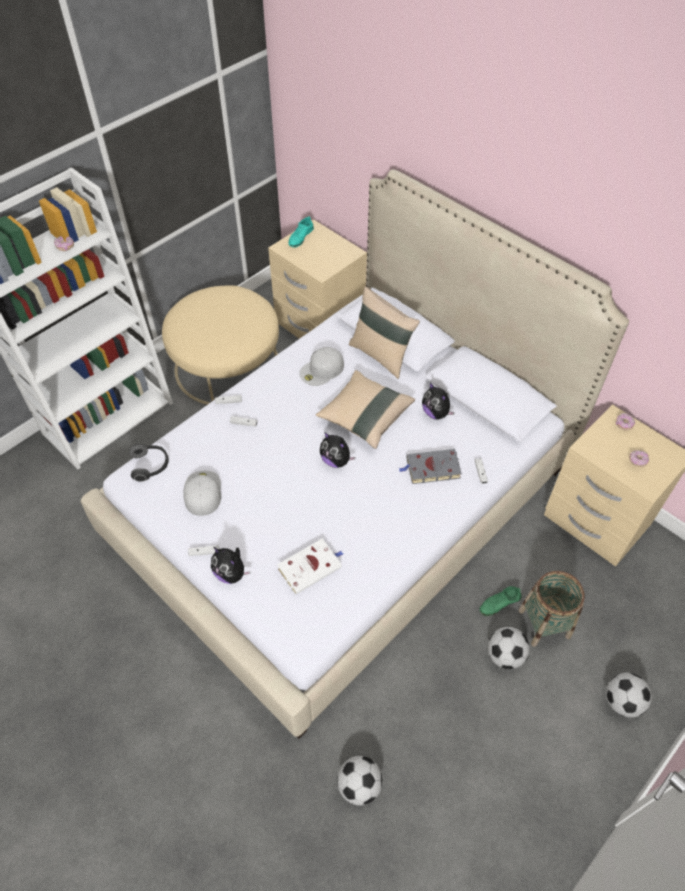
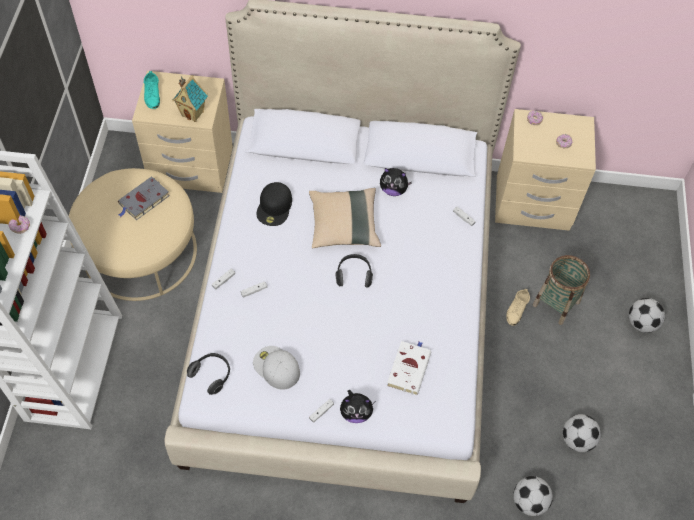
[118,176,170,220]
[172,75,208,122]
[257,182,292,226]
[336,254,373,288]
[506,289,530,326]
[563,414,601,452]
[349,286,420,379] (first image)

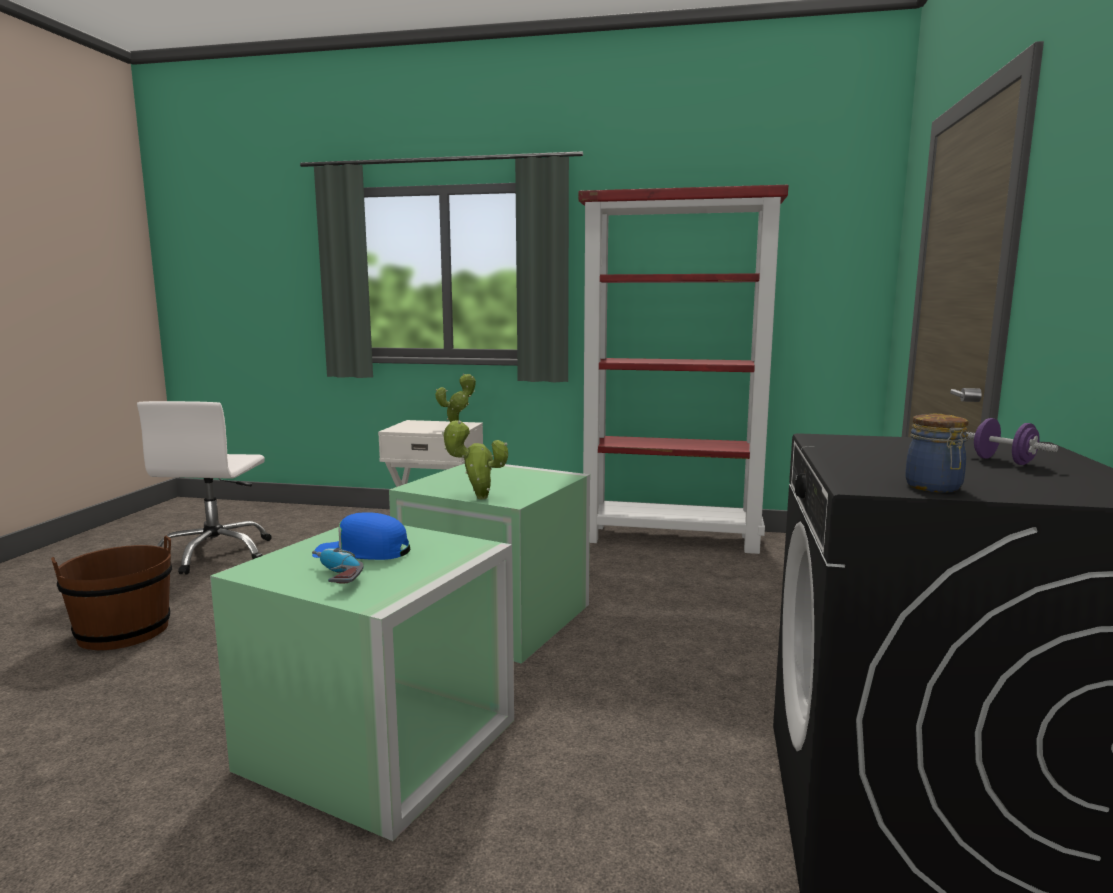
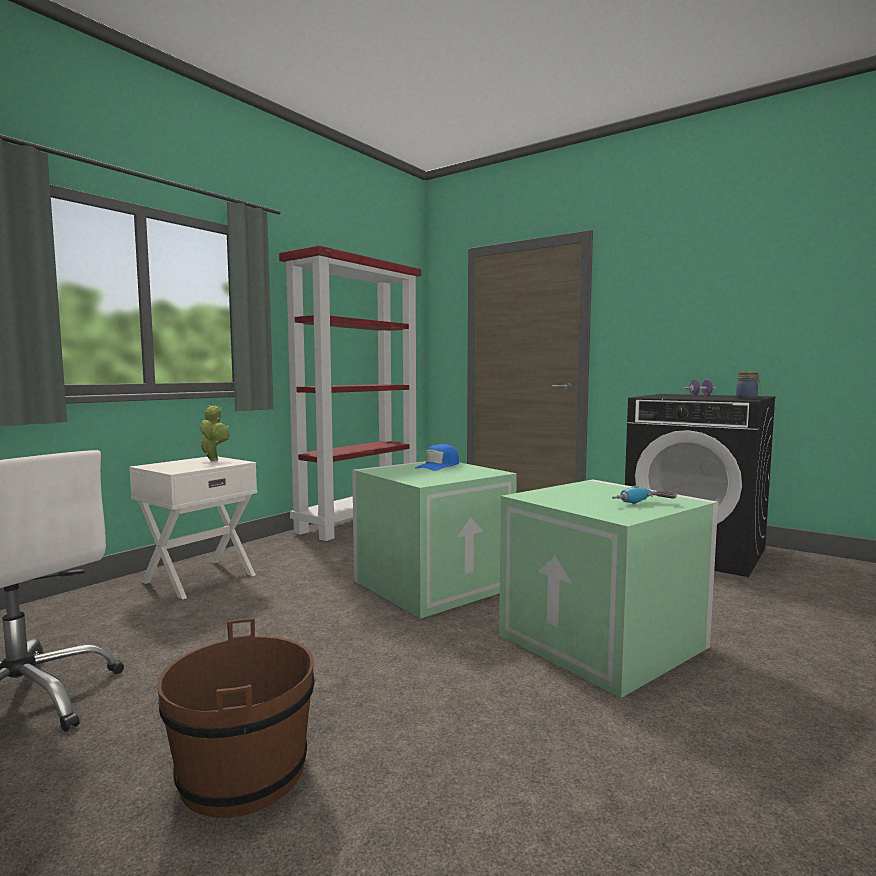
[415,444,459,471]
[442,420,508,499] (first image)

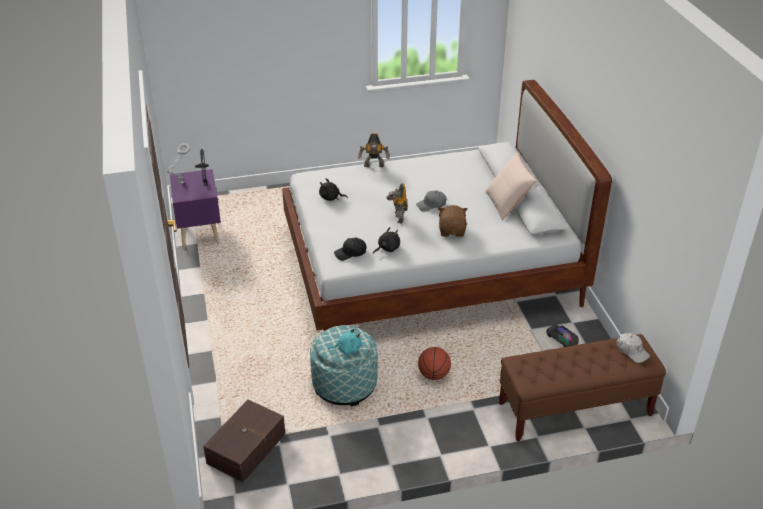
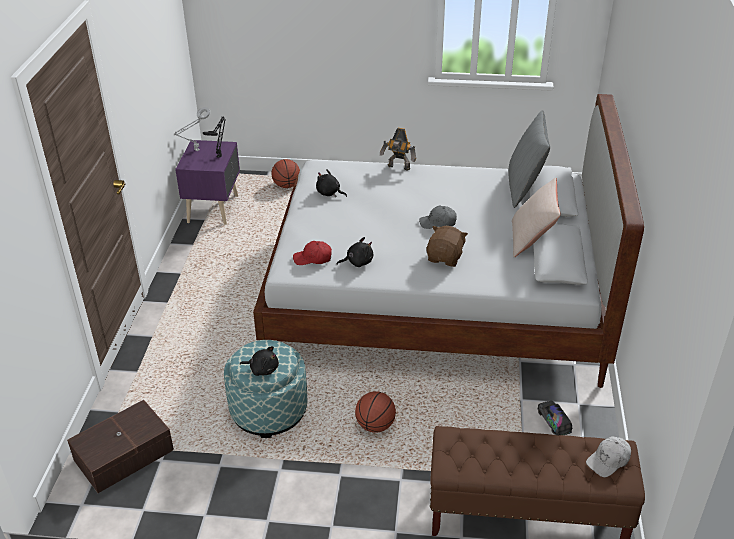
[240,346,279,376]
[271,159,300,188]
[293,241,332,265]
[508,110,550,208]
[586,436,631,477]
[386,183,408,224] (first image)

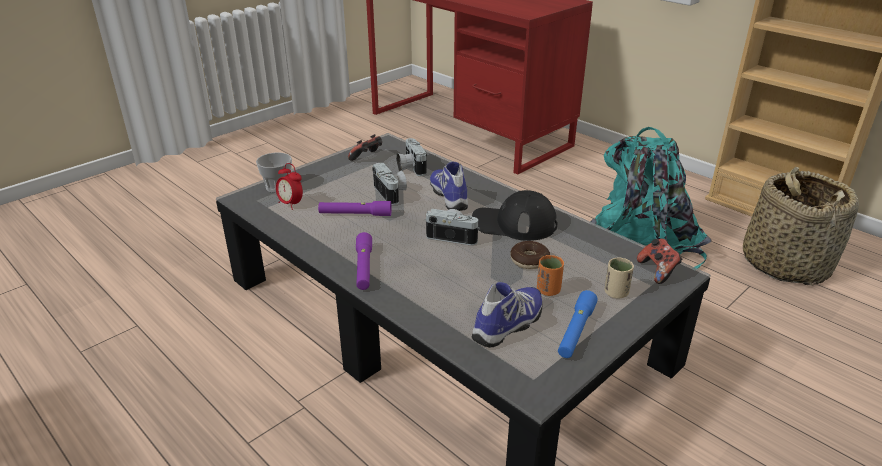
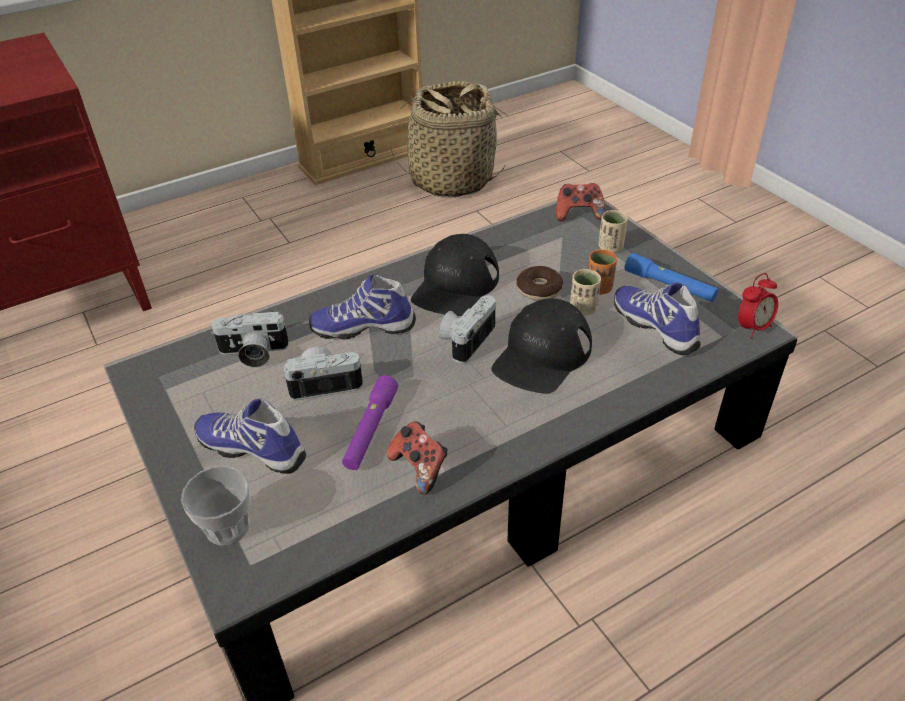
[194,398,306,474]
[386,421,448,495]
[491,298,592,394]
[570,269,601,316]
[738,273,778,339]
[356,232,372,290] (first image)
[591,127,712,269] (first image)

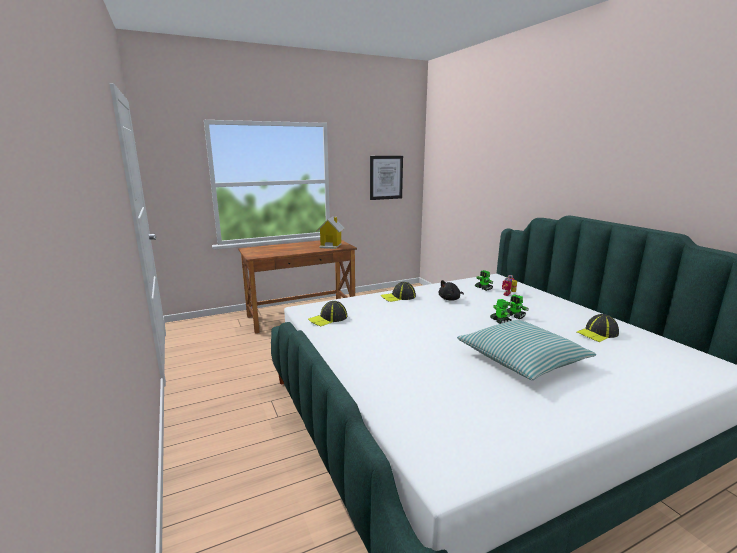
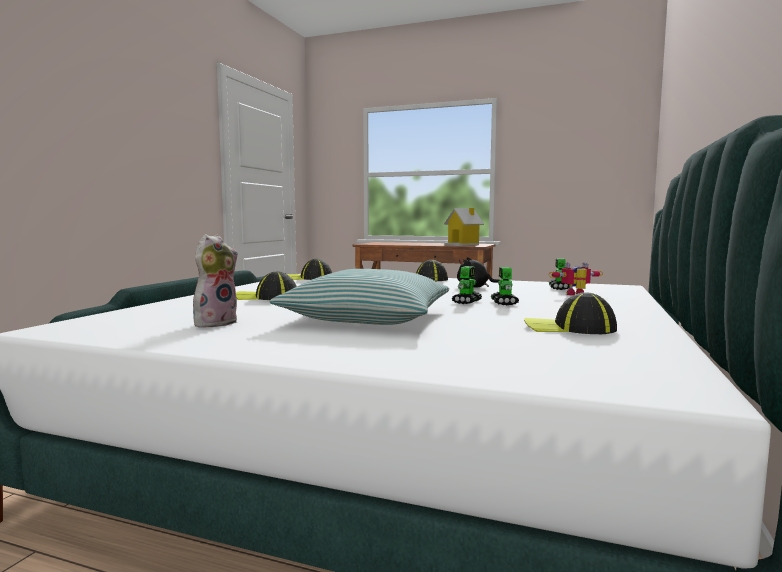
[193,234,238,328]
[236,272,297,300]
[370,156,403,200] (first image)

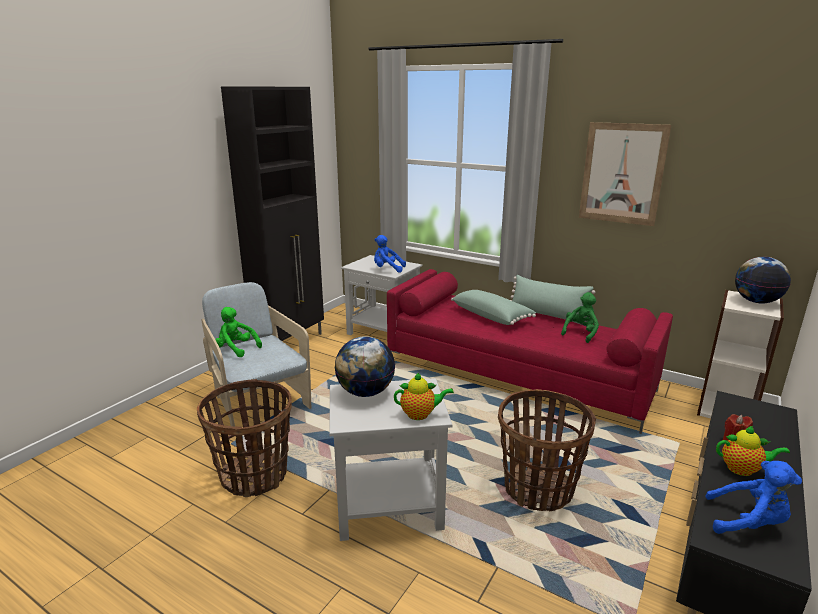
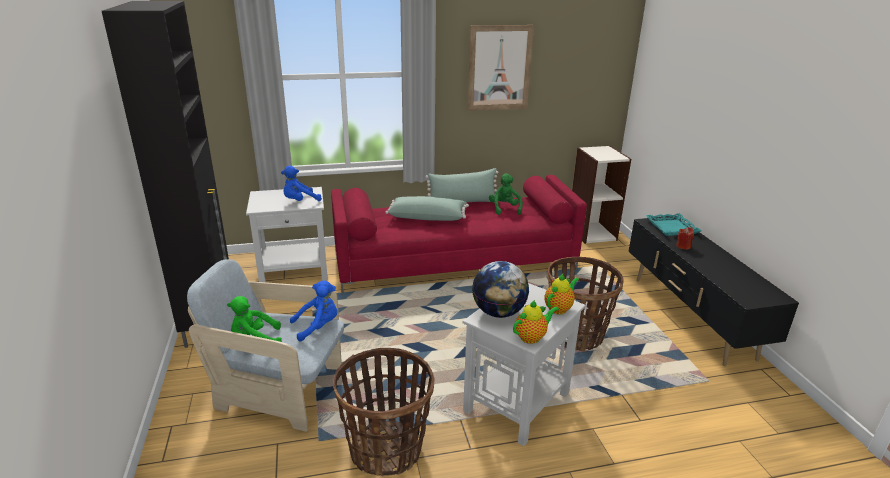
[290,280,338,342]
[513,300,559,344]
[646,213,701,236]
[735,257,791,304] (first image)

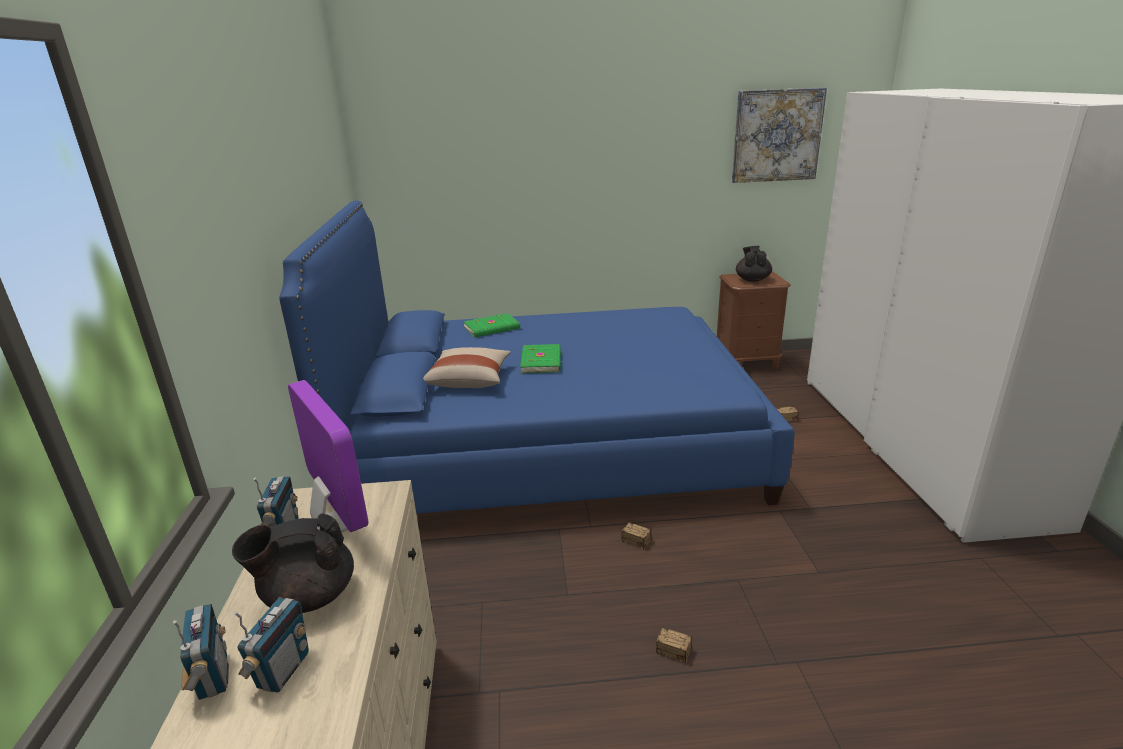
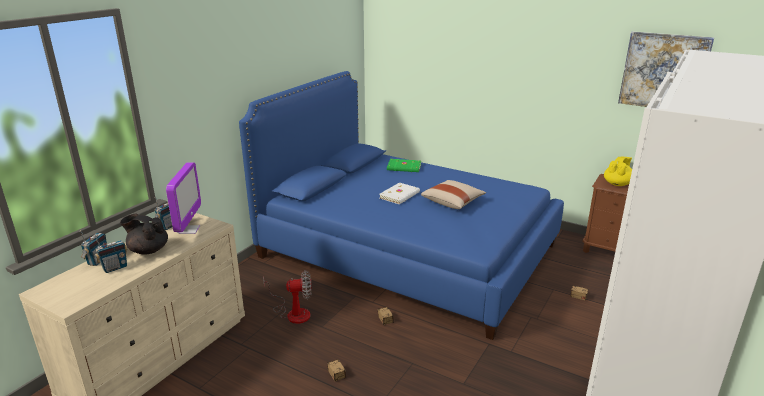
[263,270,312,324]
[379,182,420,204]
[421,180,486,209]
[604,157,632,186]

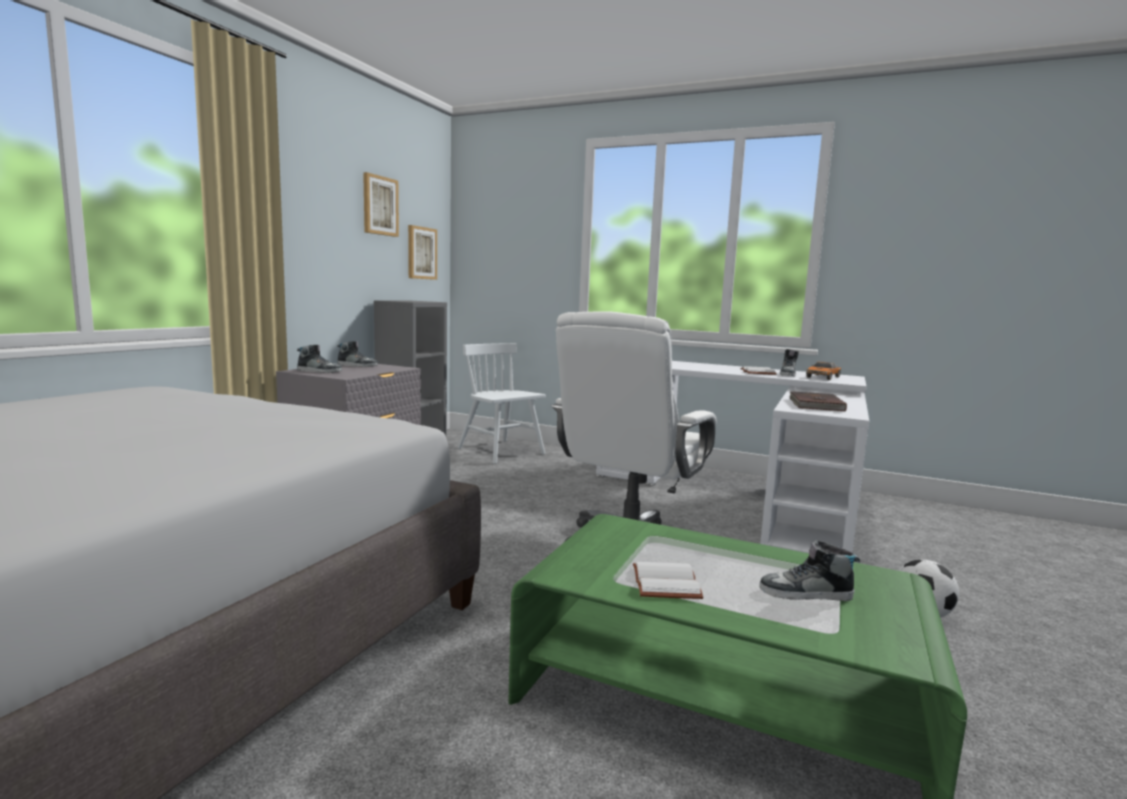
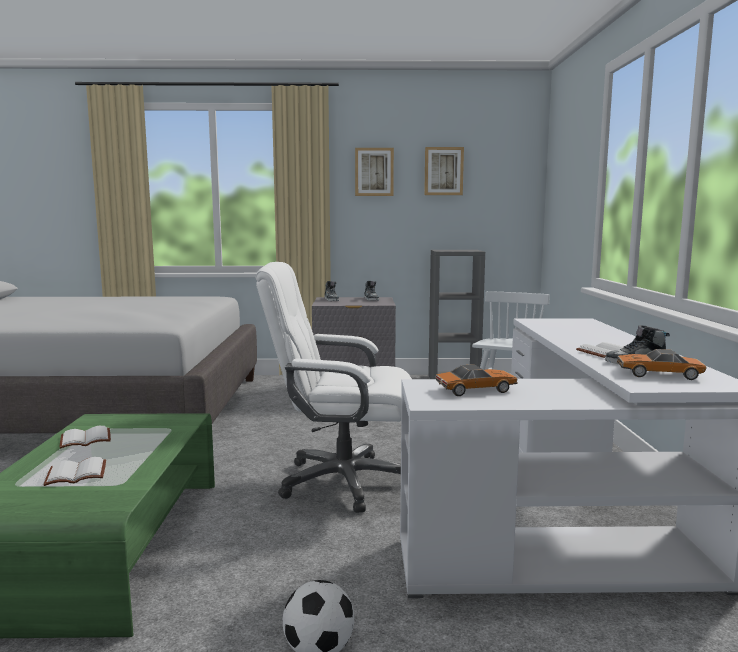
[43,457,106,486]
[355,148,394,196]
[435,364,518,396]

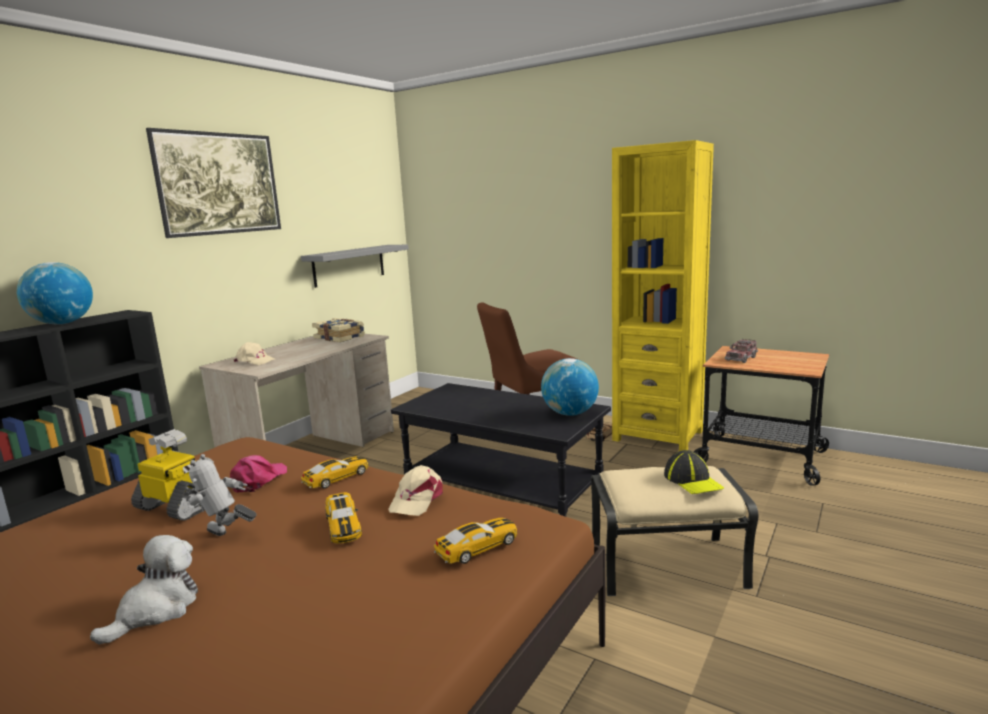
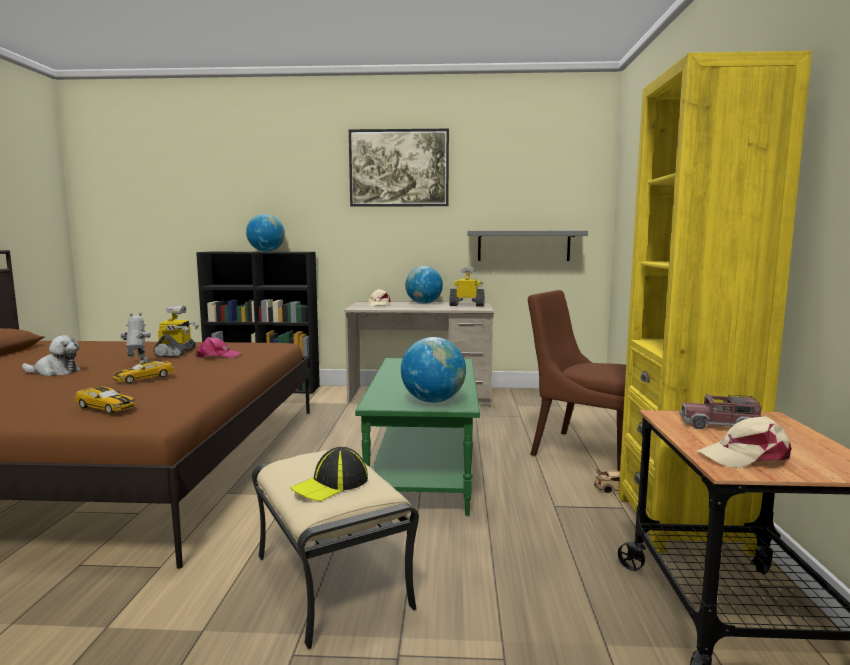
[355,358,480,516]
[405,266,443,304]
[449,267,485,307]
[697,416,792,468]
[301,456,368,489] (first image)

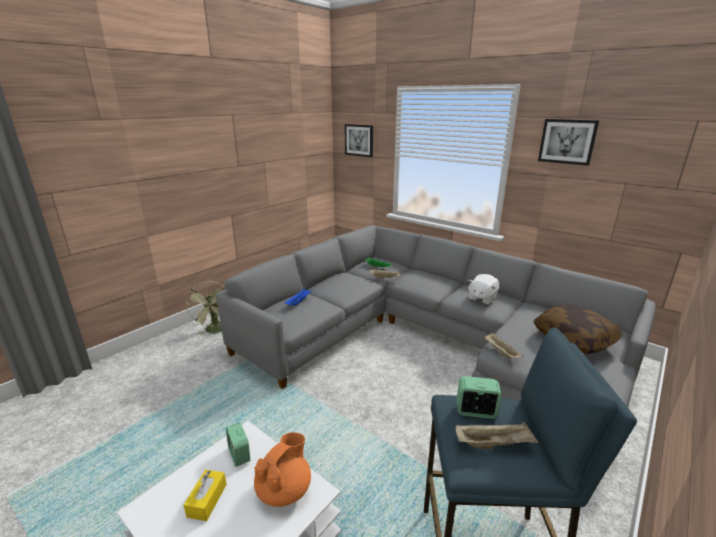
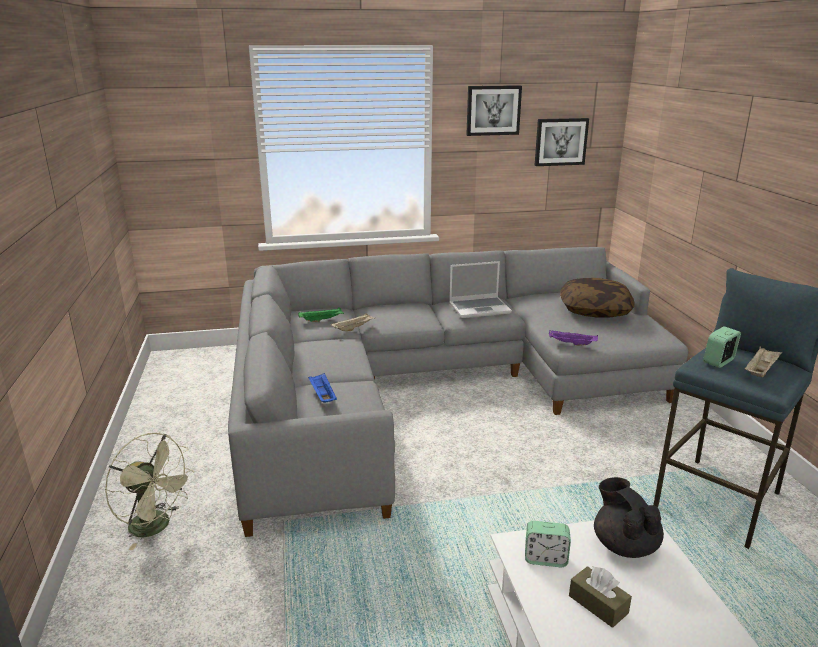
[449,261,512,318]
[534,118,589,166]
[549,330,598,346]
[569,566,632,628]
[594,477,664,558]

